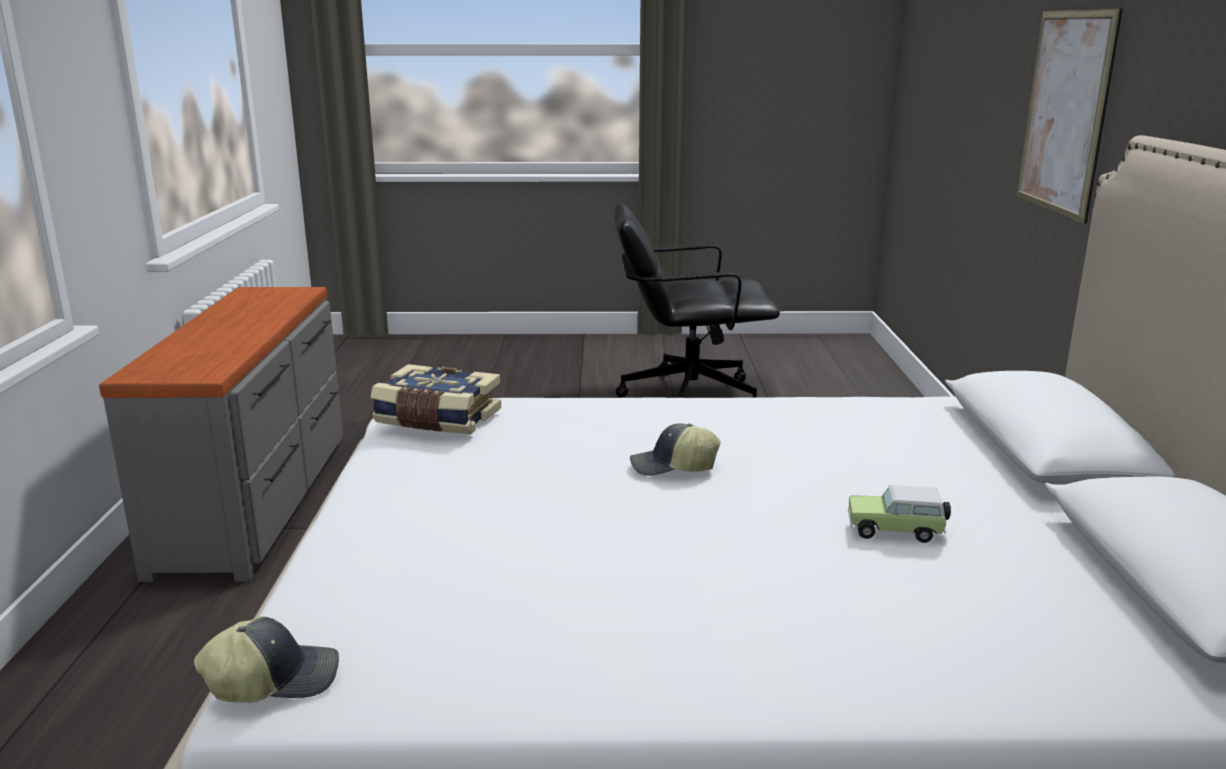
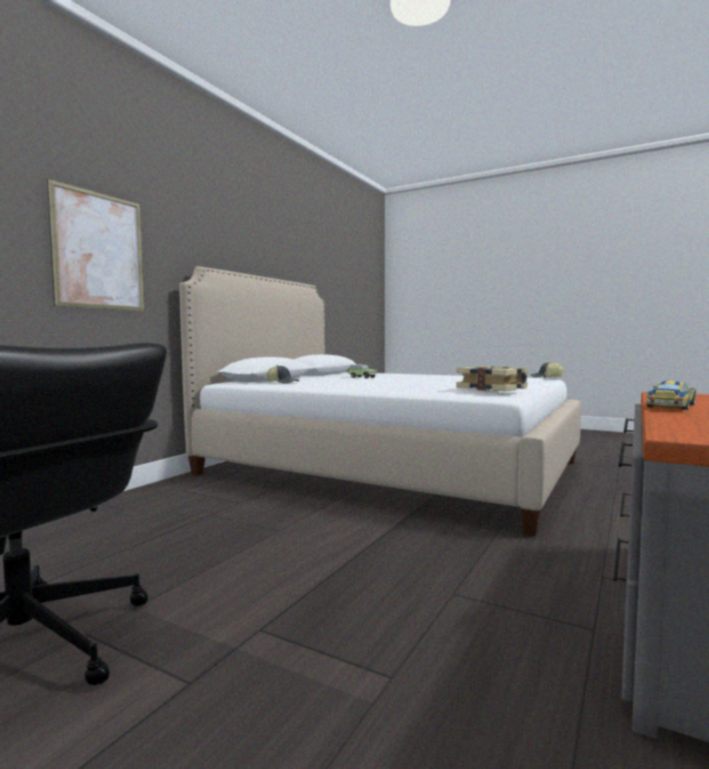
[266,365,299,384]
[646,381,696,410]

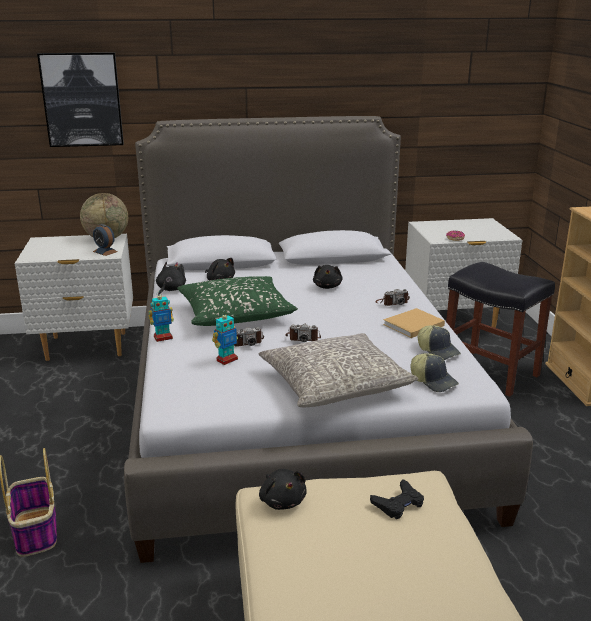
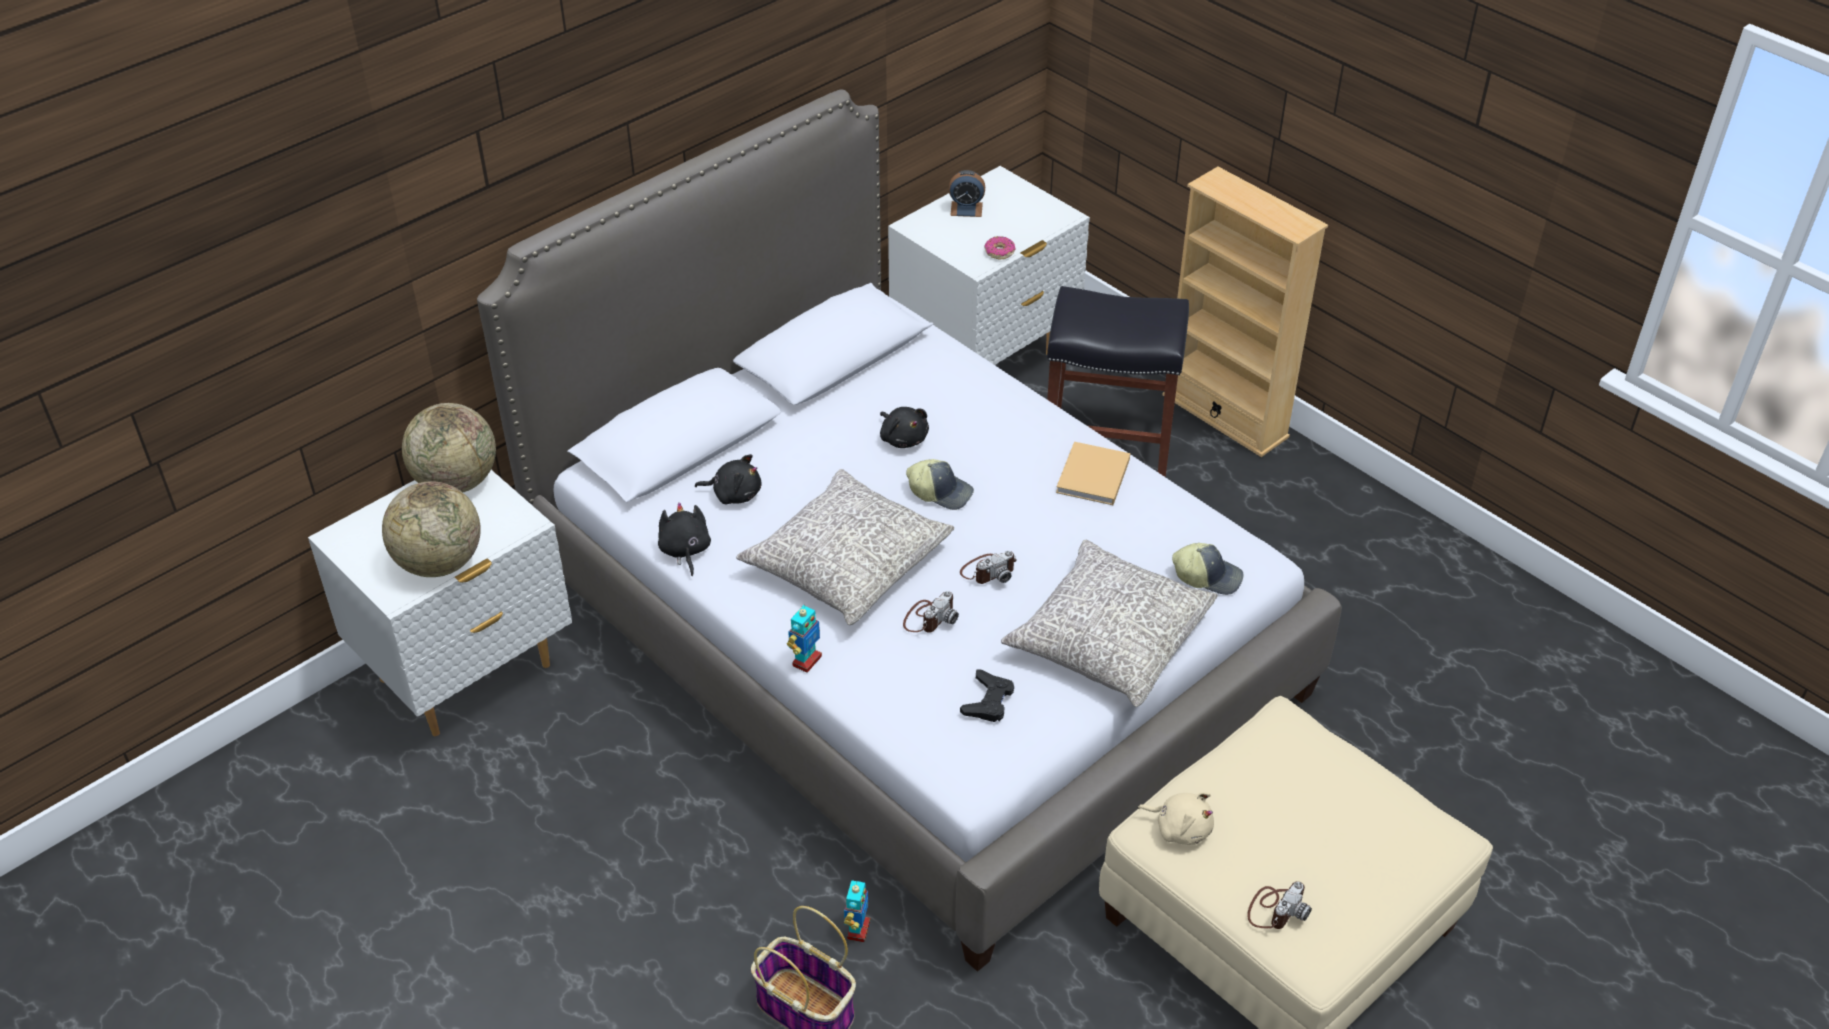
[382,481,481,577]
[736,469,954,625]
[844,880,870,942]
[906,459,974,510]
[949,170,985,217]
[960,669,1014,722]
[1138,792,1214,845]
[1247,881,1312,929]
[37,52,124,147] (first image)

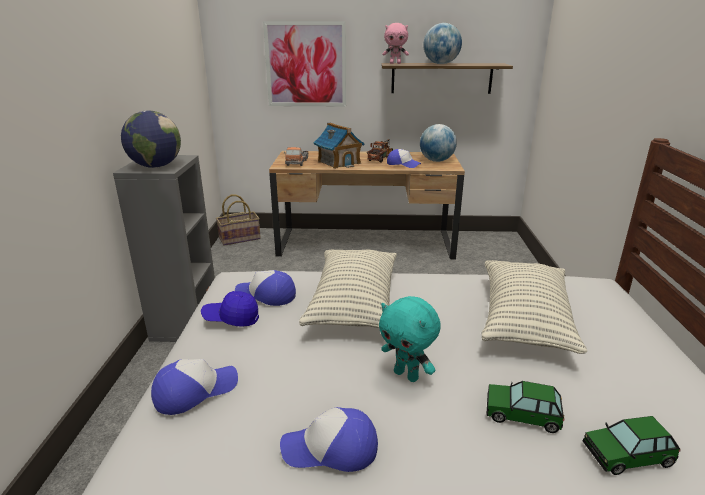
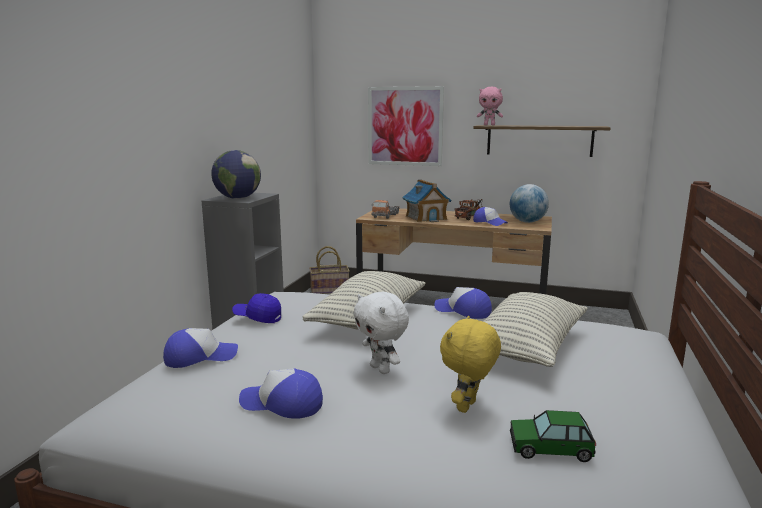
[354,292,409,374]
[434,287,492,319]
[440,316,501,413]
[423,23,462,64] (first image)

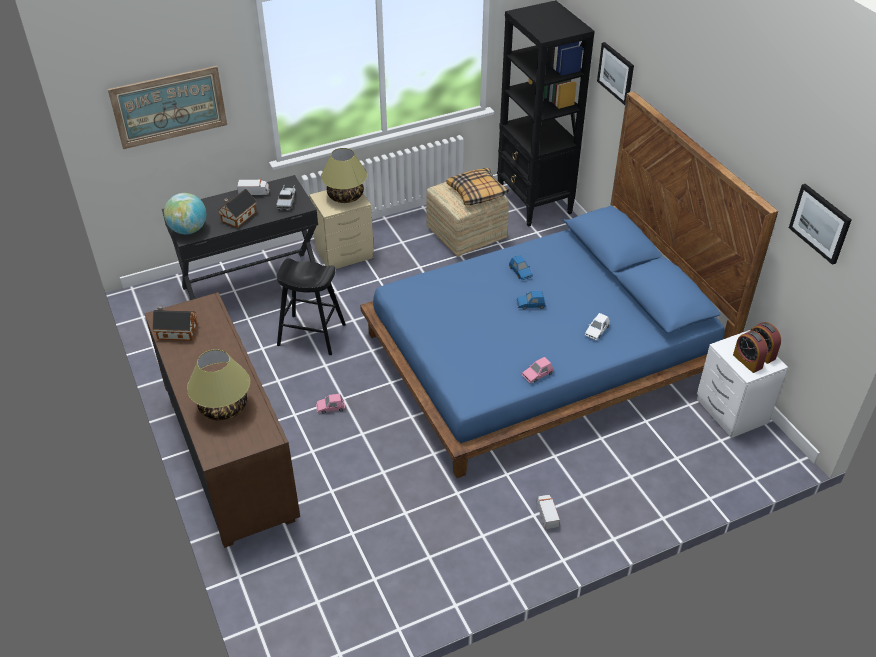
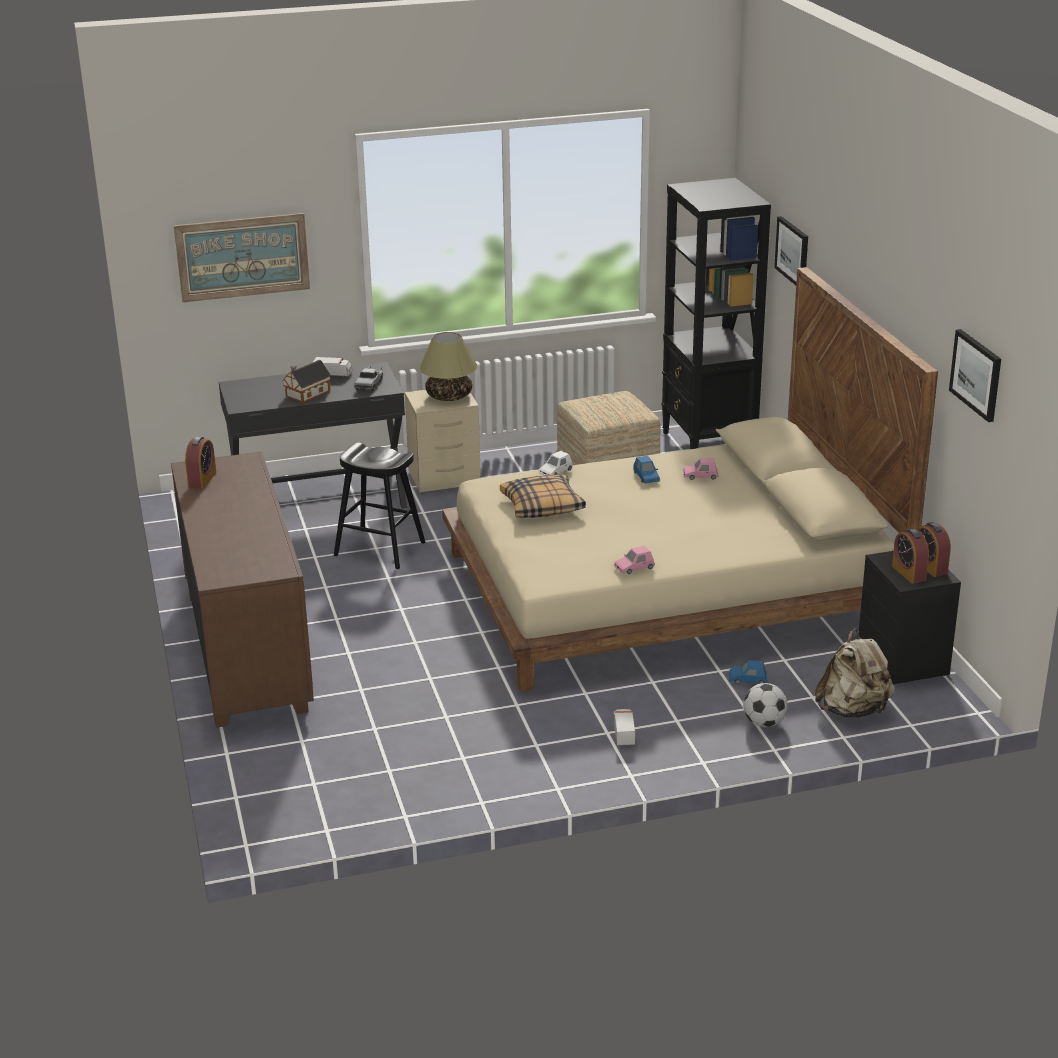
[185,436,216,489]
[442,267,938,692]
[500,474,586,518]
[539,451,573,475]
[683,458,719,480]
[729,660,767,684]
[743,683,788,727]
[815,629,895,718]
[858,551,961,685]
[164,193,206,234] (first image)
[187,349,250,421] (first image)

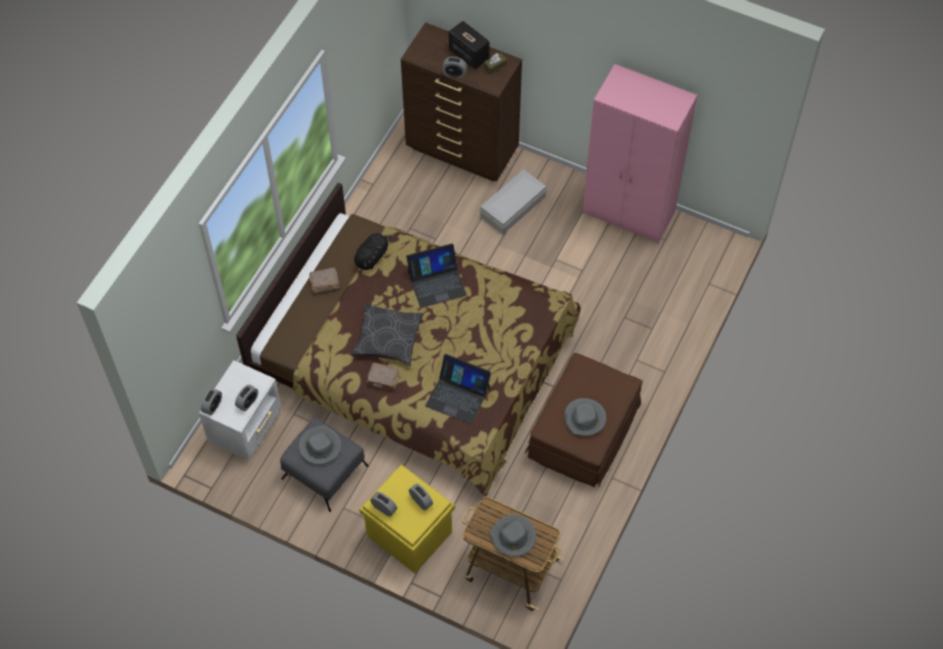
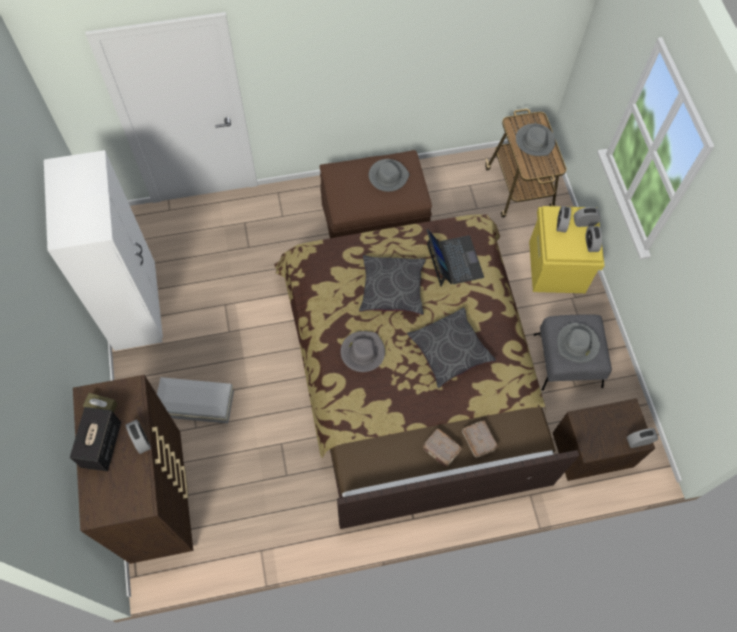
[44,150,163,351]
[341,331,385,372]
[359,255,426,315]
[462,420,499,458]
[553,398,655,481]
[573,207,601,227]
[354,233,394,270] (first image)

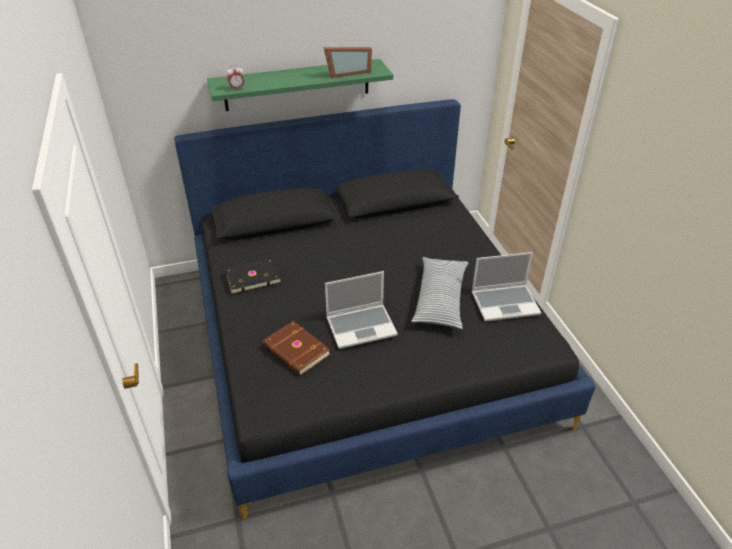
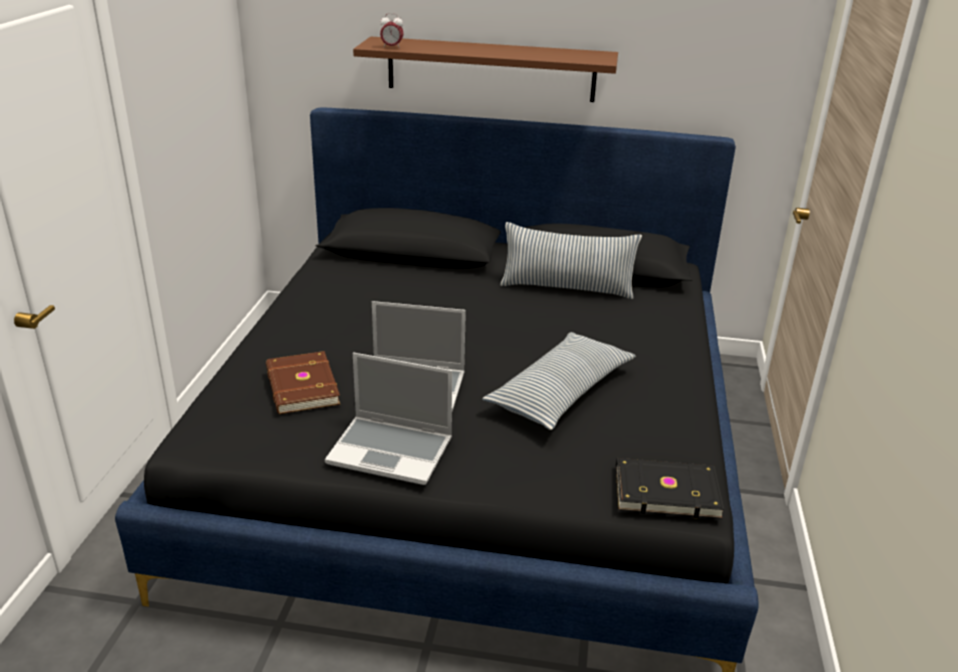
[325,353,452,485]
[353,37,618,102]
[500,222,642,299]
[616,458,724,520]
[323,47,372,78] (first image)

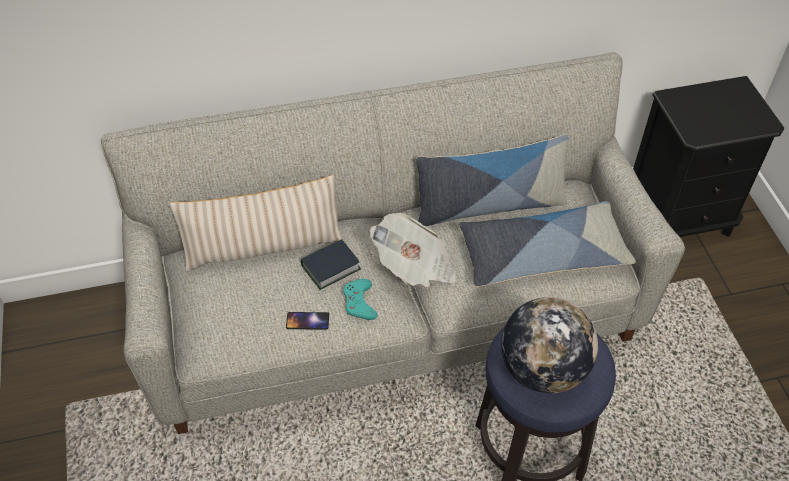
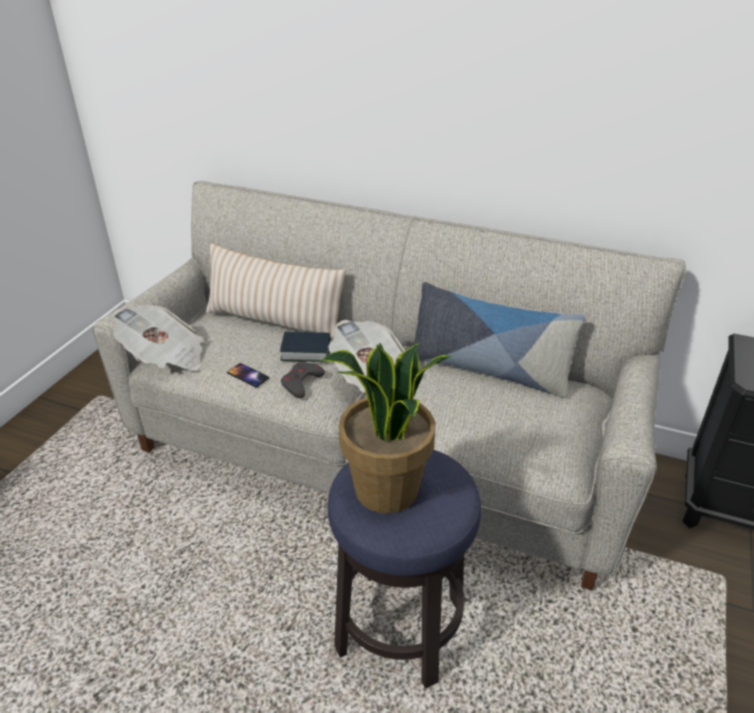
[113,305,203,371]
[281,362,325,398]
[320,342,451,513]
[459,201,636,287] (first image)

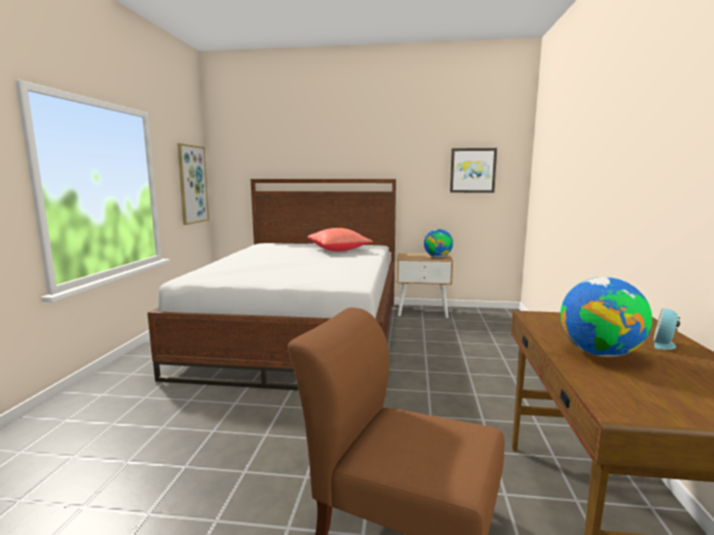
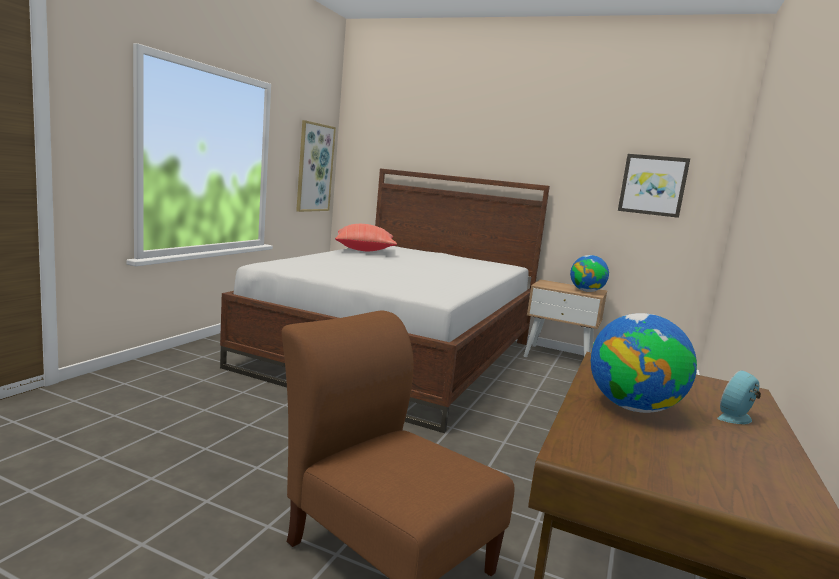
[335,224,397,251]

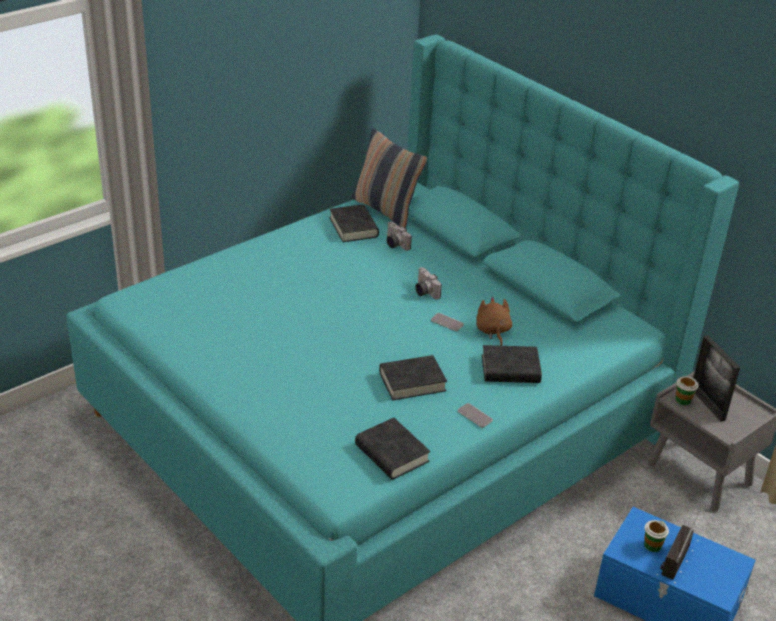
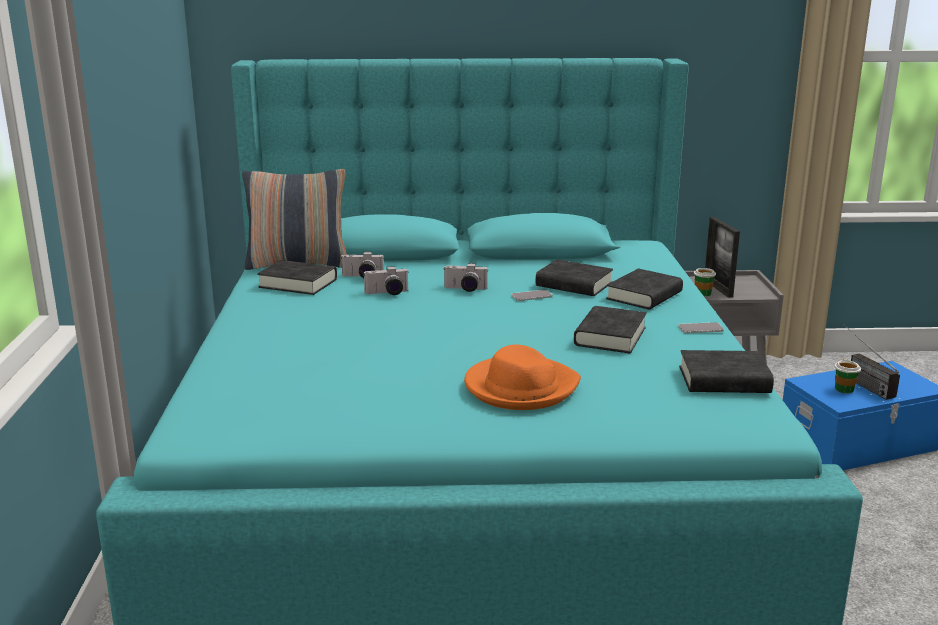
[363,266,408,295]
[464,345,581,410]
[536,259,613,296]
[705,217,740,298]

